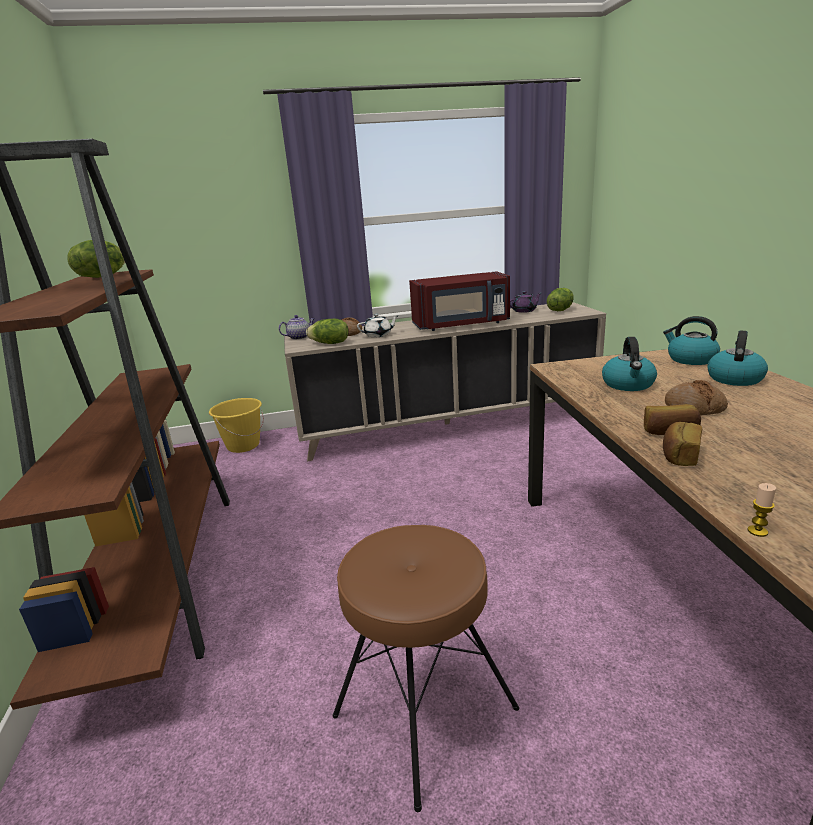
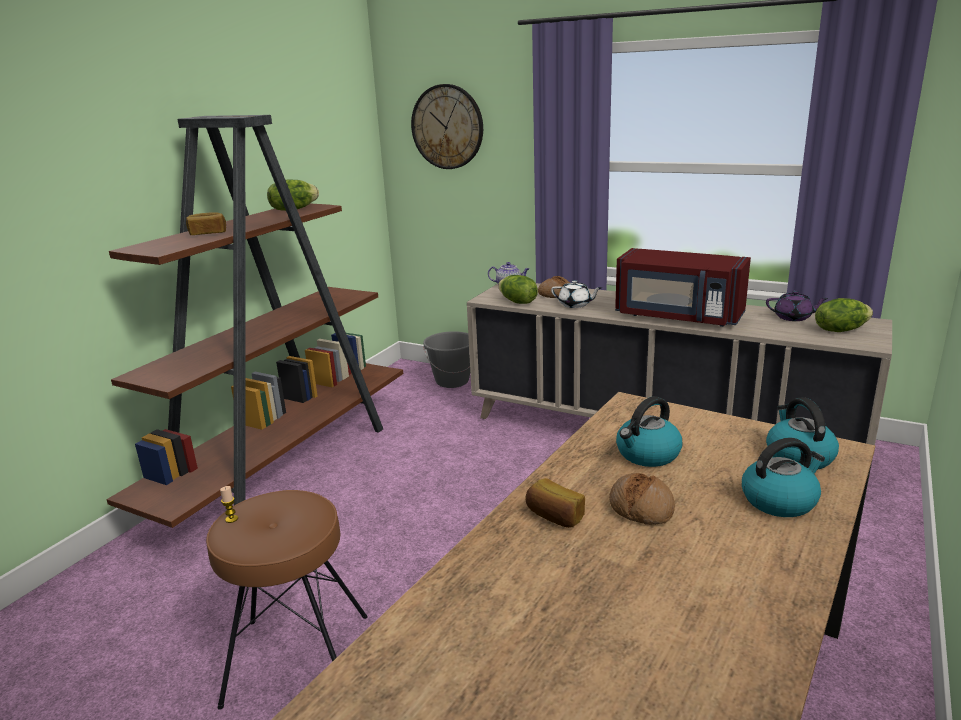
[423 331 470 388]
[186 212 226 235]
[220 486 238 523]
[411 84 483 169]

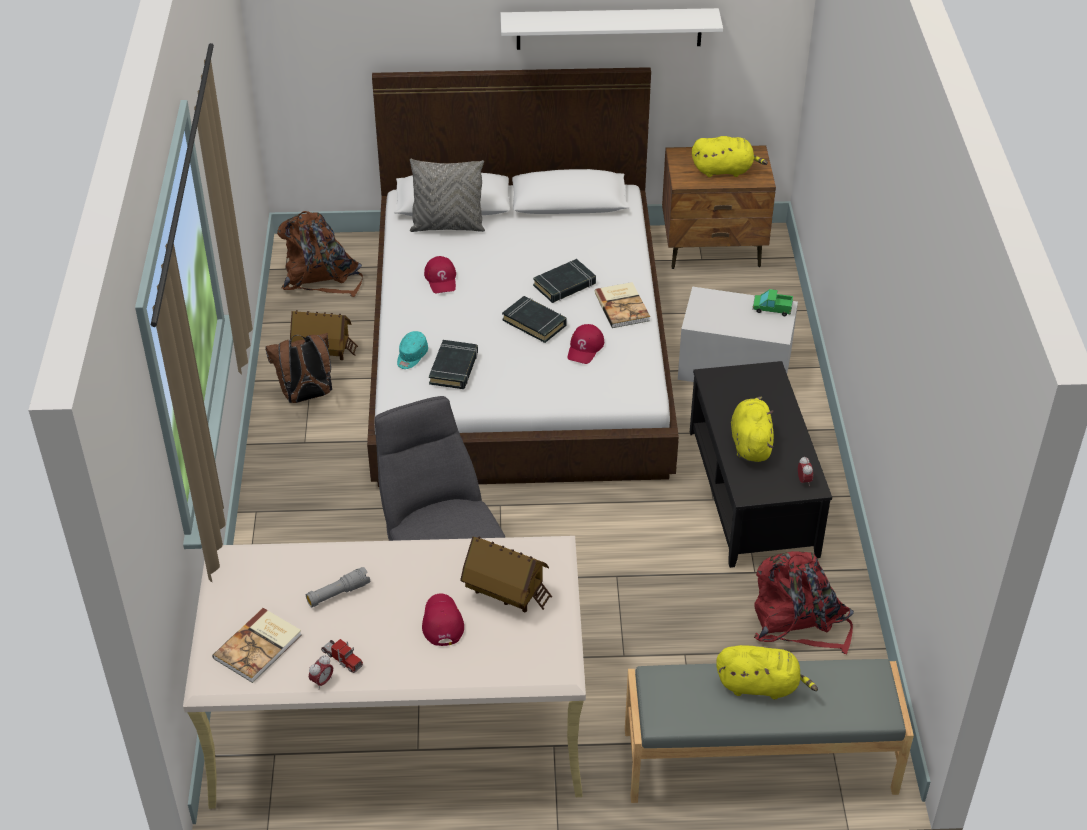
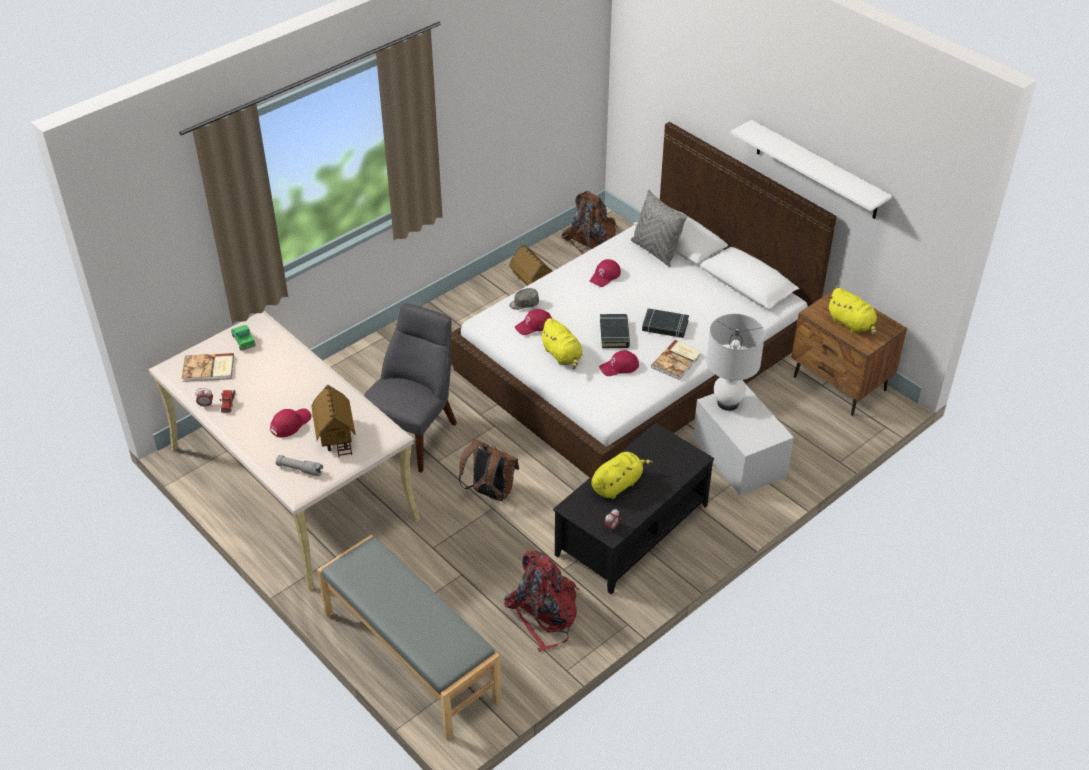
[459 439 519 501]
[276 455 323 476]
[509 288 539 310]
[515 309 552 335]
[539 318 583 369]
[231 325 256 351]
[706 314 765 411]

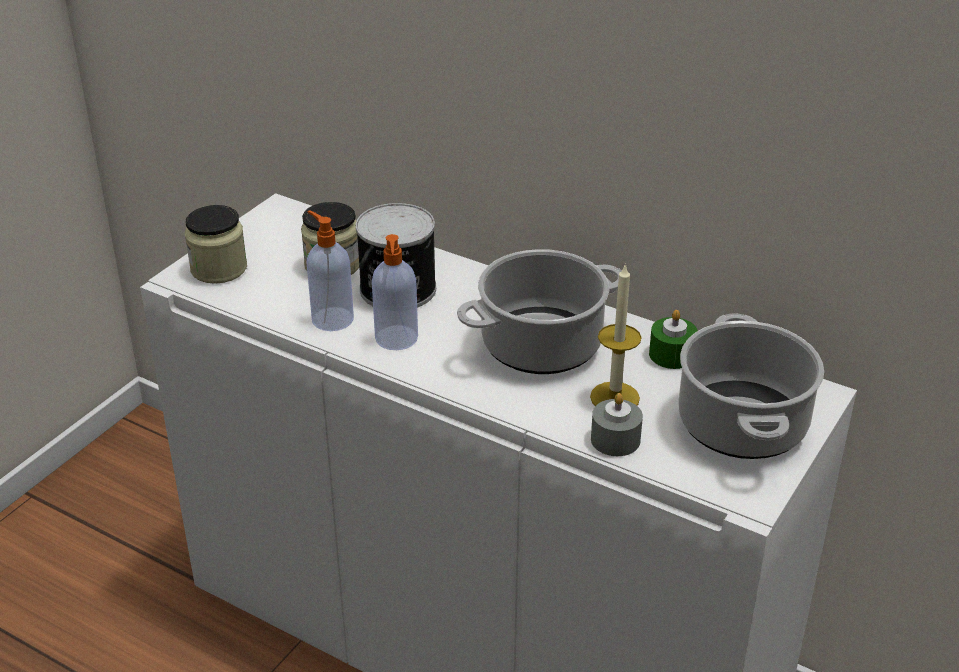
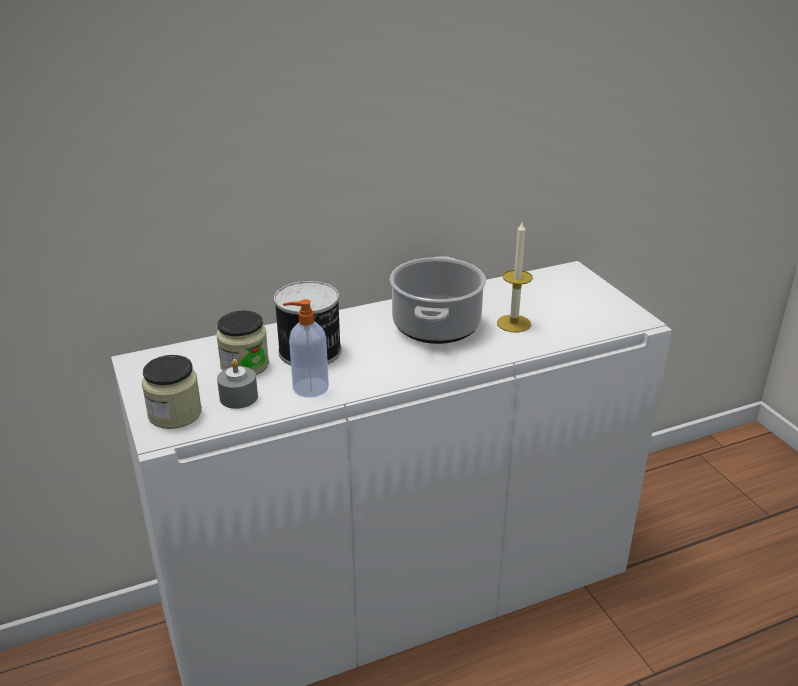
[372 234 418 350] (first image)
[217 359 258 409]
[649 310 698 369] (first image)
[678 313 824 459] (first image)

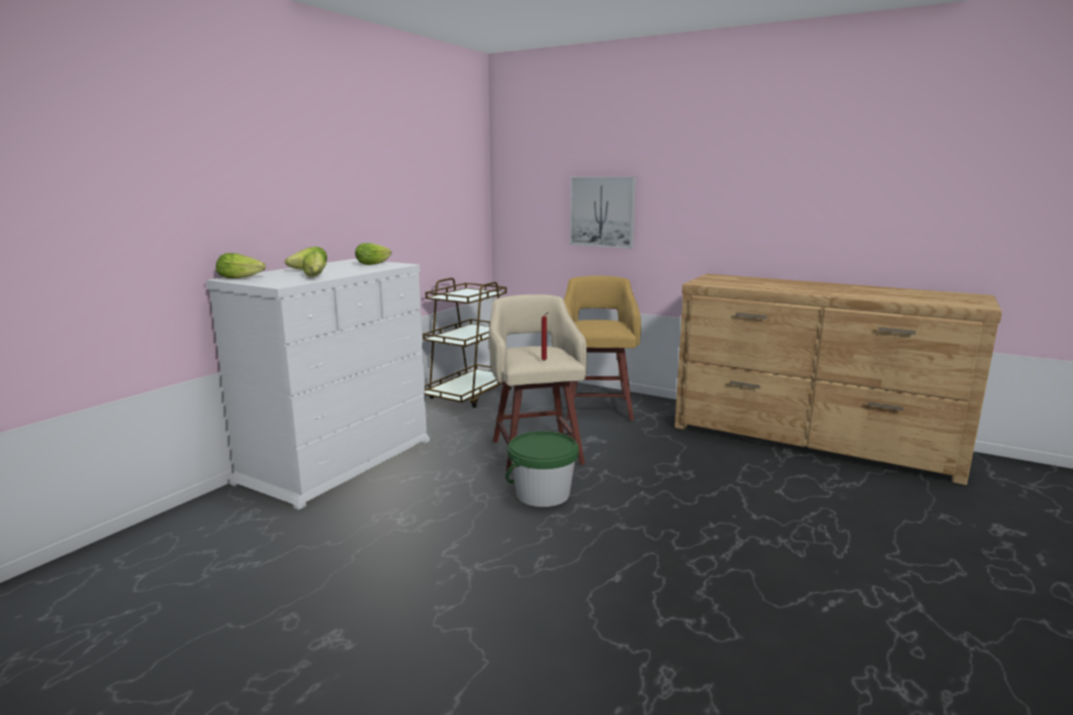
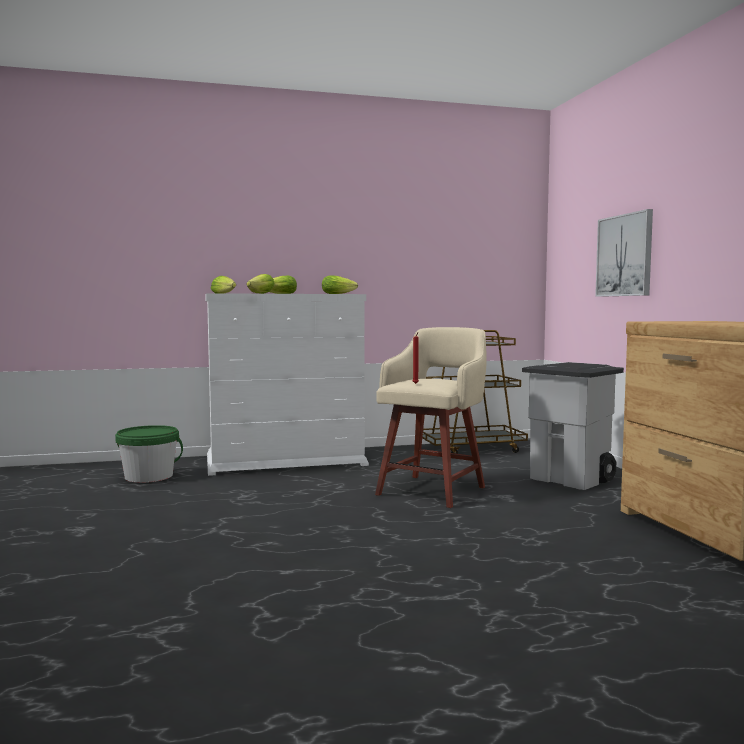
[115 425 183 483]
[522 362 624 490]

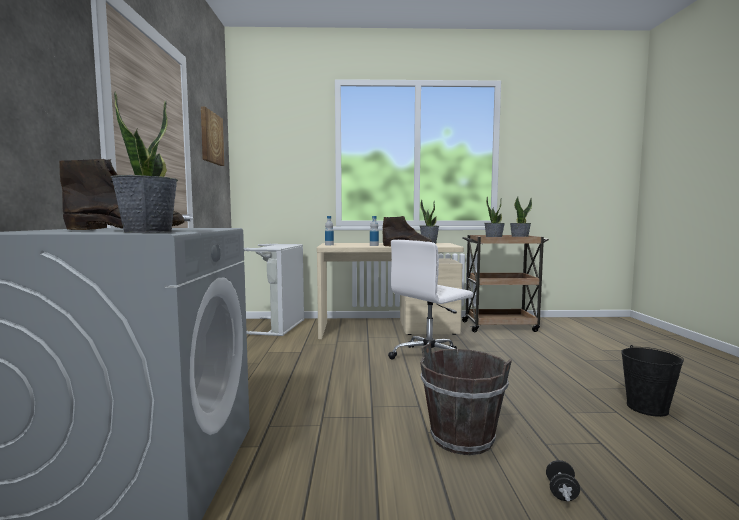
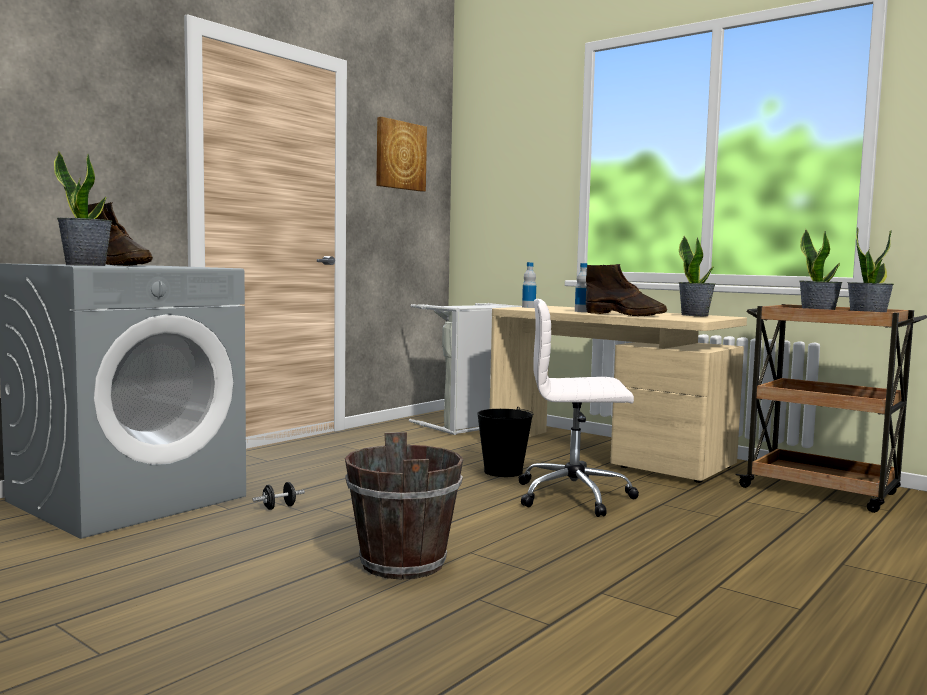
[252 482 305 510]
[477 407 534 477]

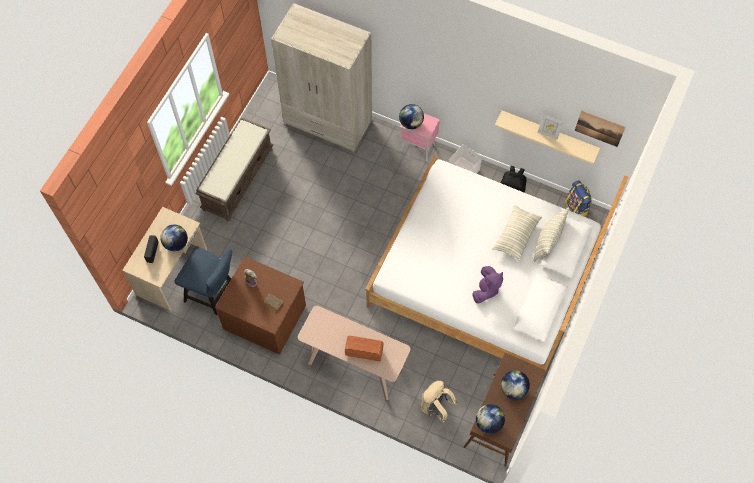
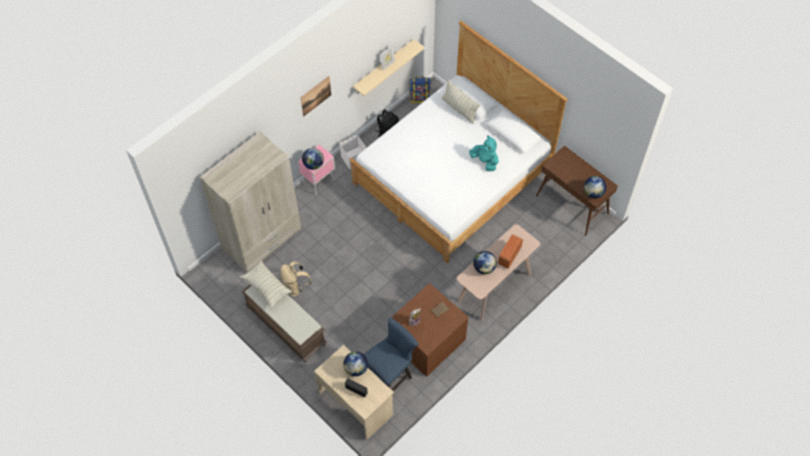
[280 261 312 297]
[469 135 499 171]
[241 261 292 309]
[473 251 497 274]
[301 76 331 117]

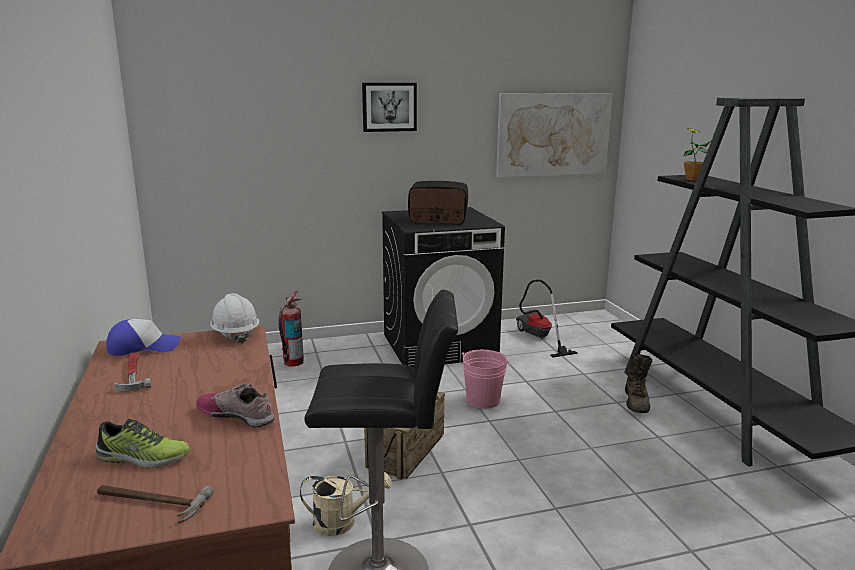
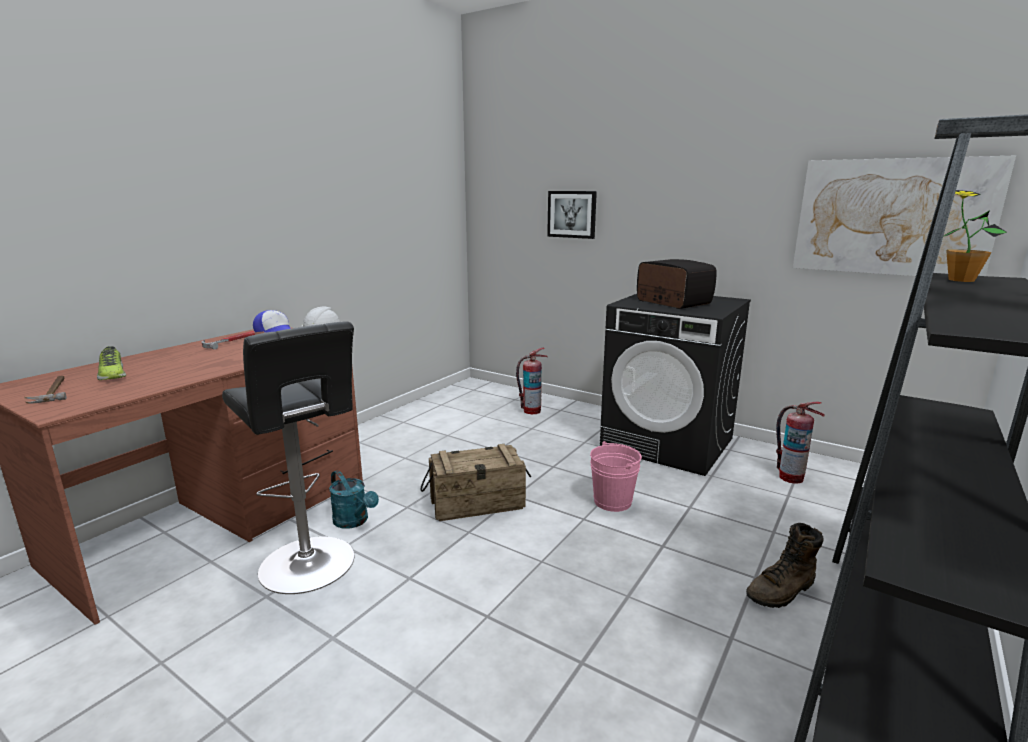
[196 384 274 428] (first image)
[329 470 379 529]
[547 191 597 239]
[776 402 825 484]

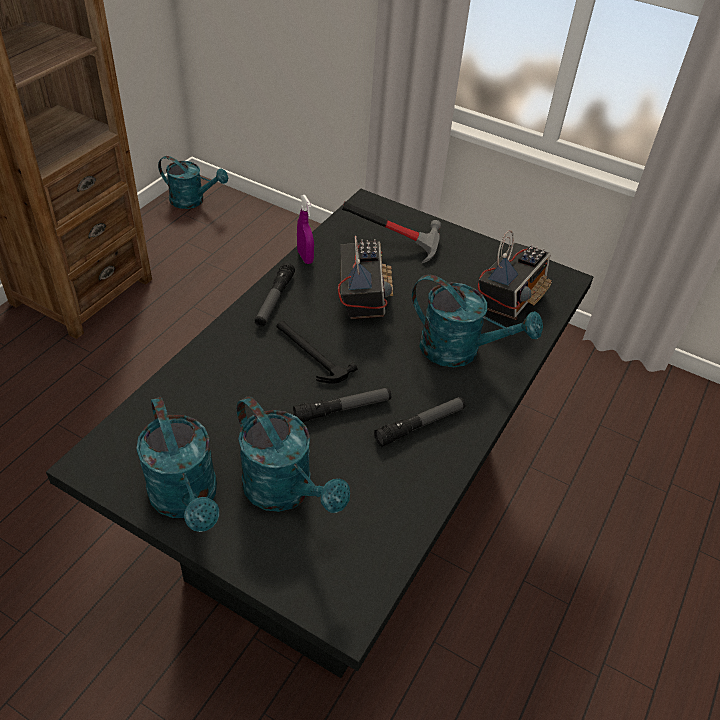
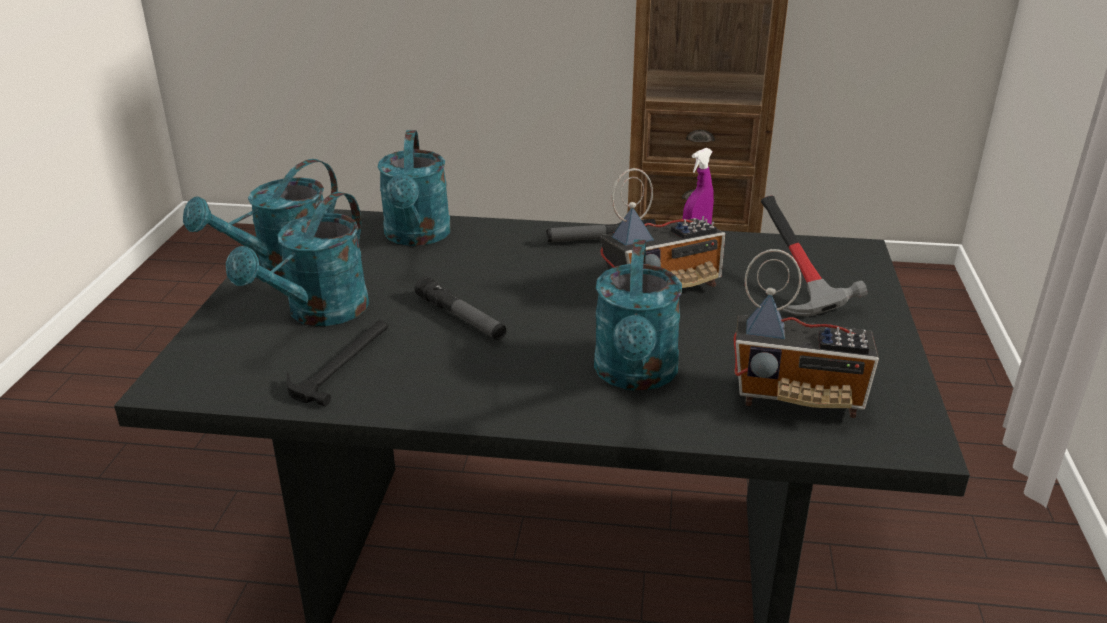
[377 130 451 246]
[287 320 388 406]
[374 397 465 447] (first image)

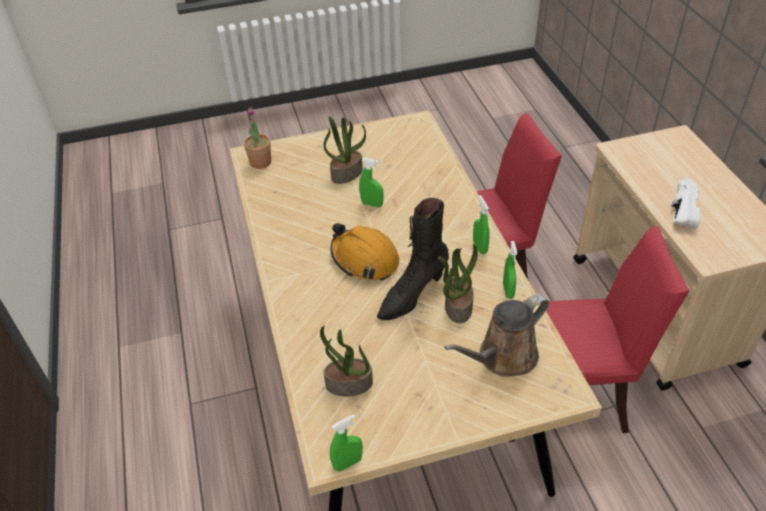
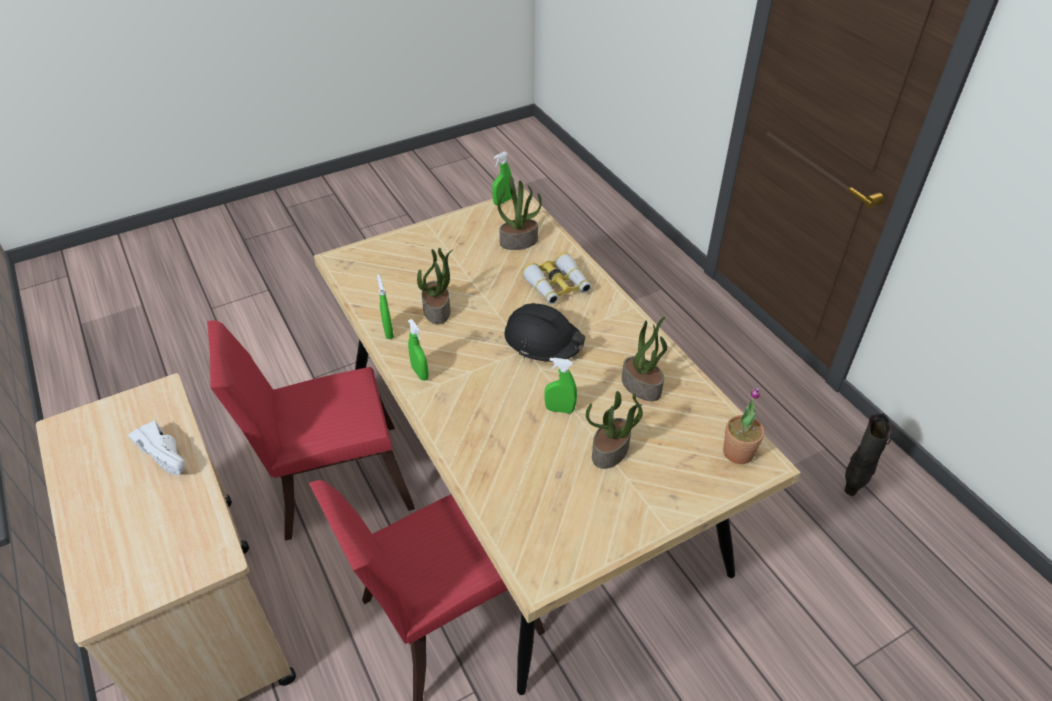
[504 303 586 362]
[845 413 892 496]
[444 294 549 377] (first image)
[128 420 185 475]
[522 252 592 304]
[622 317 667 401]

